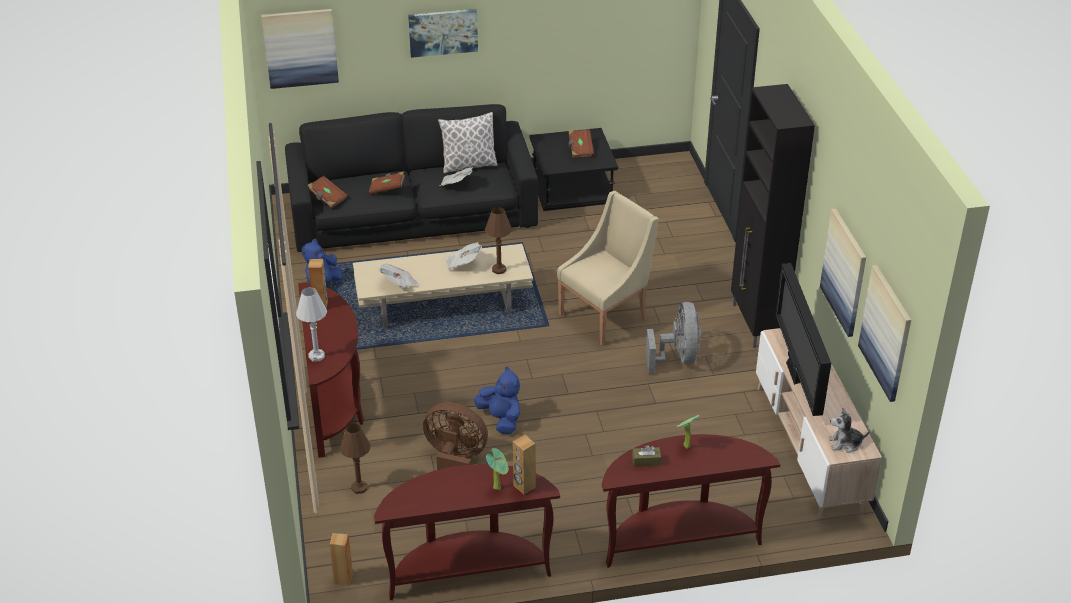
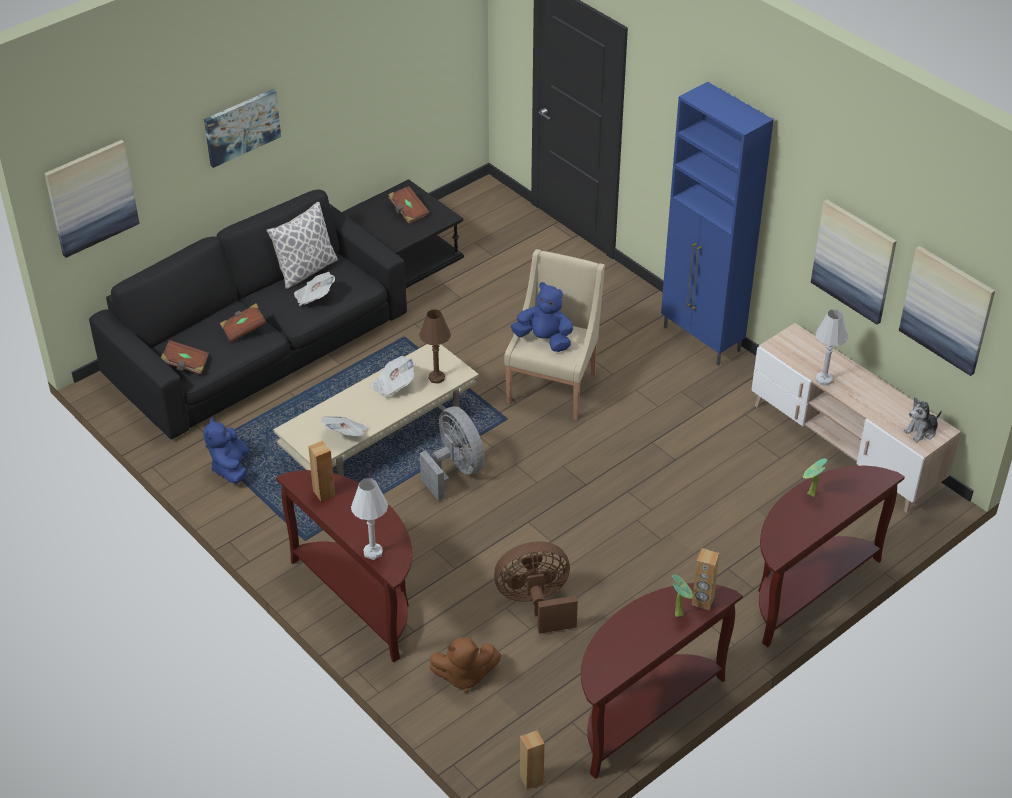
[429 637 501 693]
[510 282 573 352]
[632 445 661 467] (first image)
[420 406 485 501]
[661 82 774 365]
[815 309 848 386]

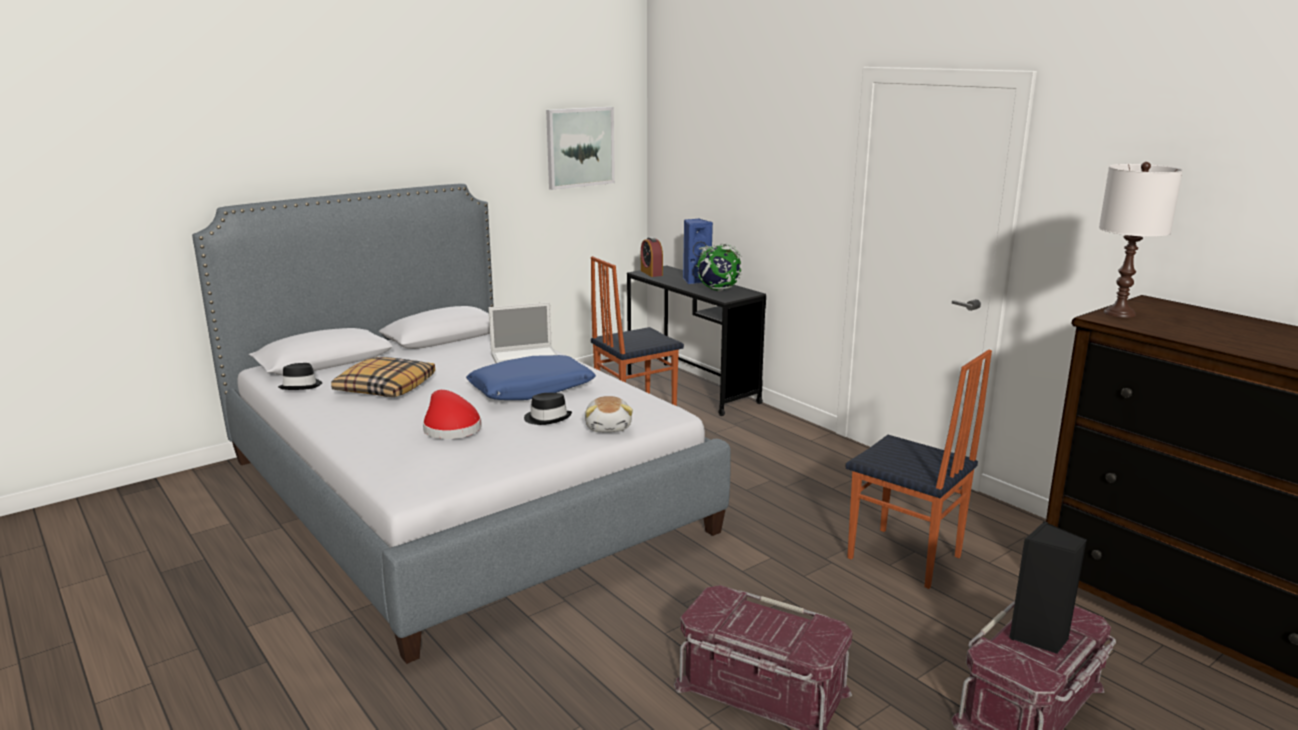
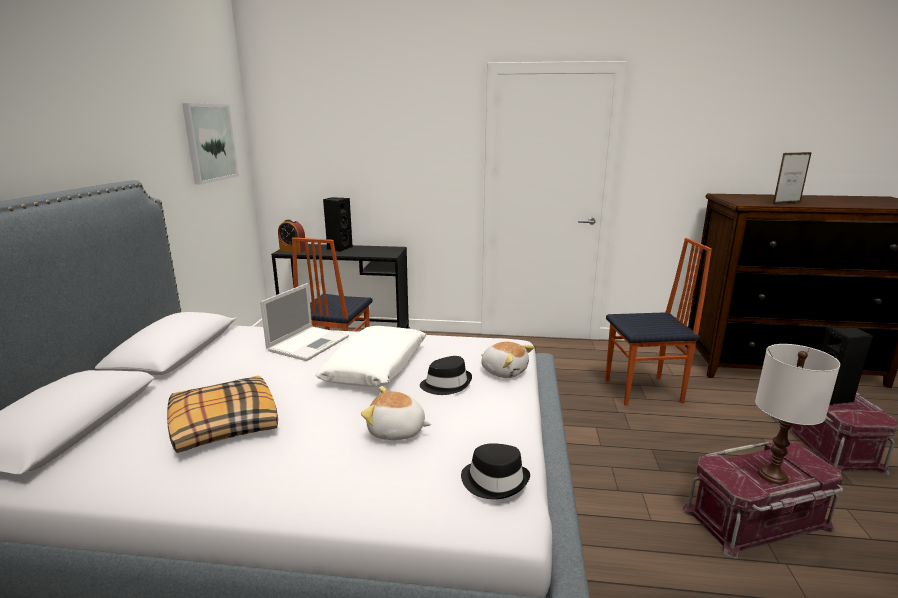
[461 443 530 499]
[361 387 432 440]
[315 326 426 387]
[323 197 353 252]
[695 243 742 291] (first image)
[755 344 840 484]
[773 152 812 204]

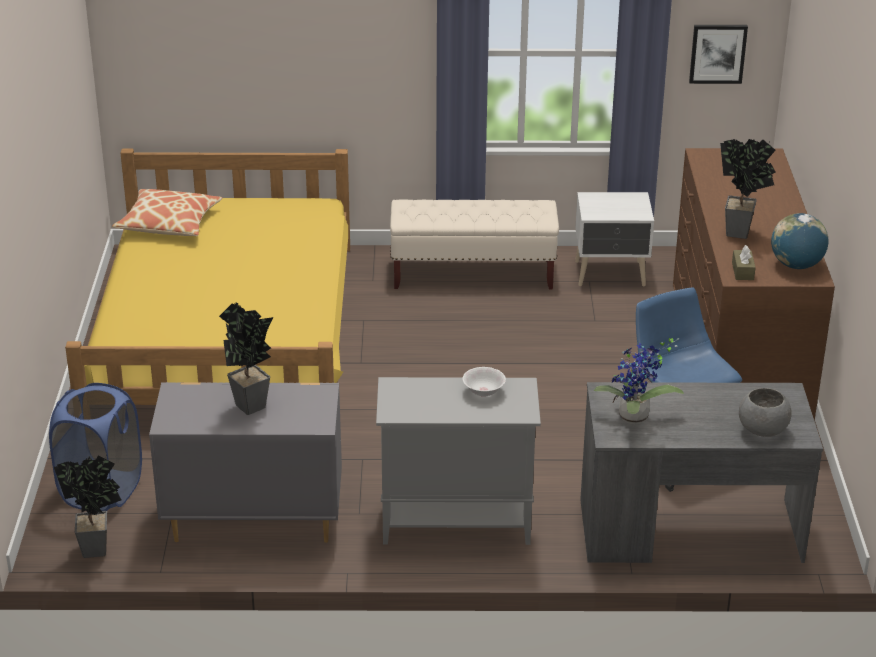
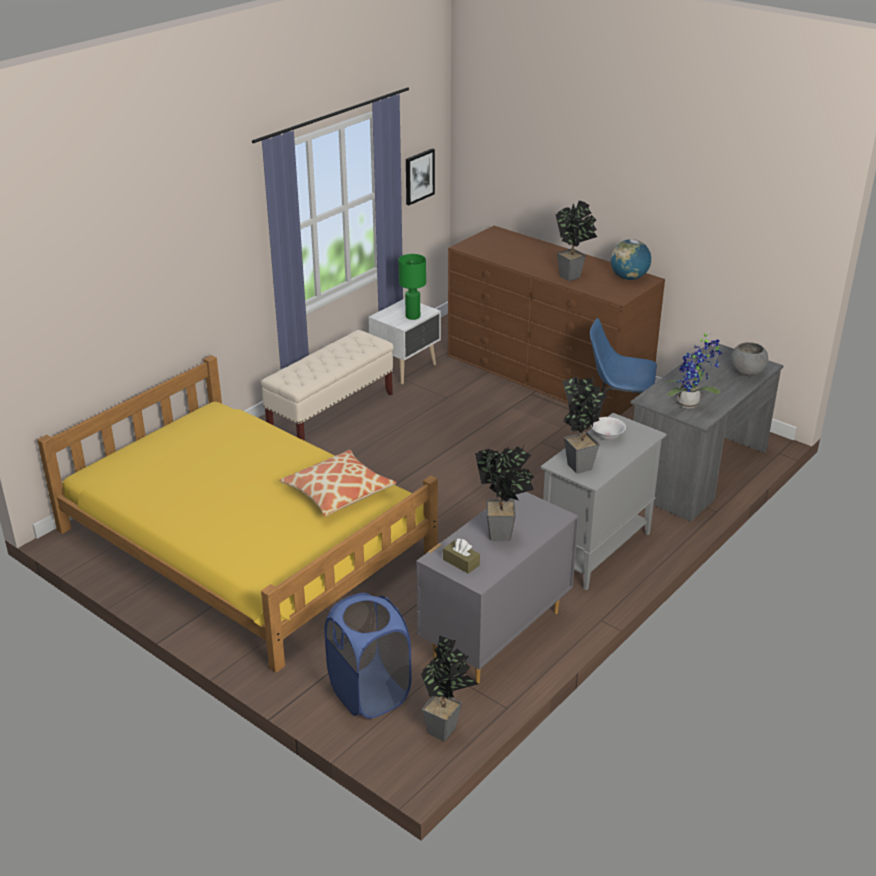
[280 450 397 516]
[443 539 480 574]
[399 254 426 320]
[563 377 607 474]

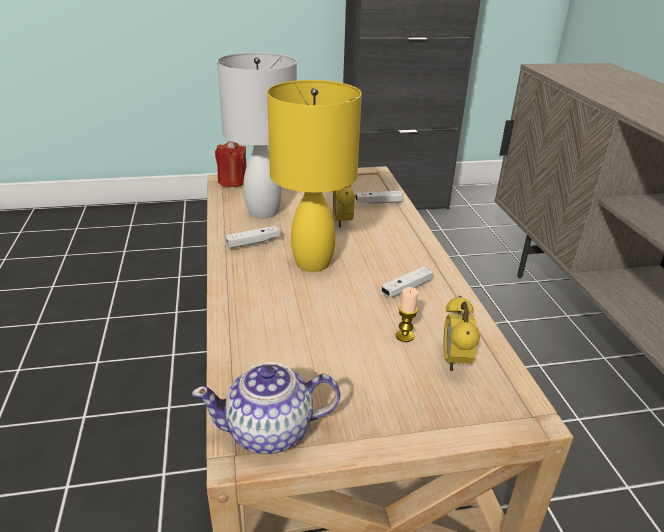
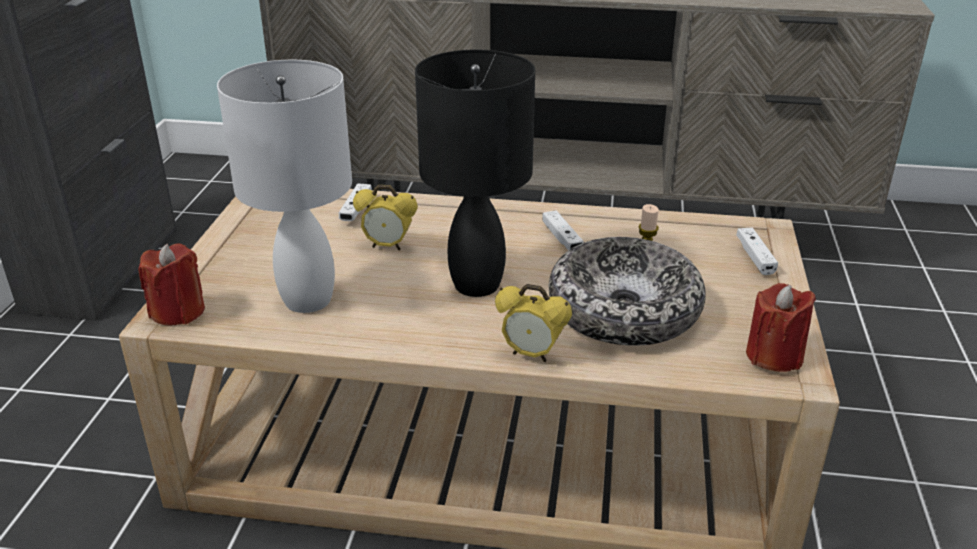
[746 283 816 372]
[736 228 778 275]
[415 50 535 297]
[495 284 572 362]
[549 237 706 346]

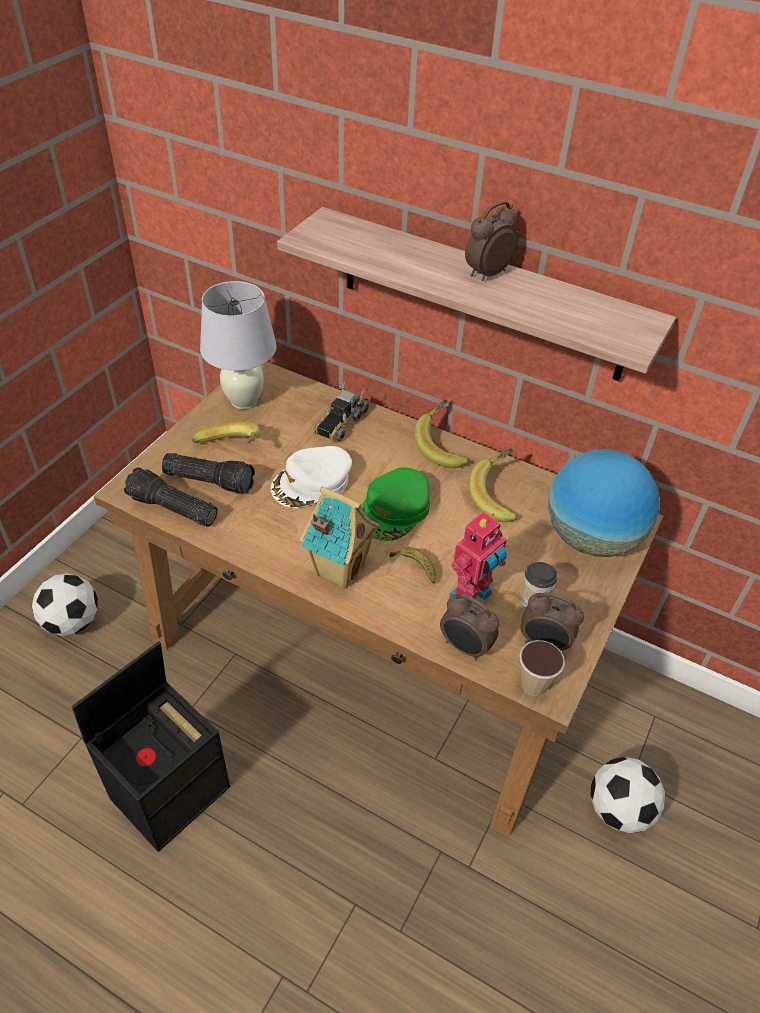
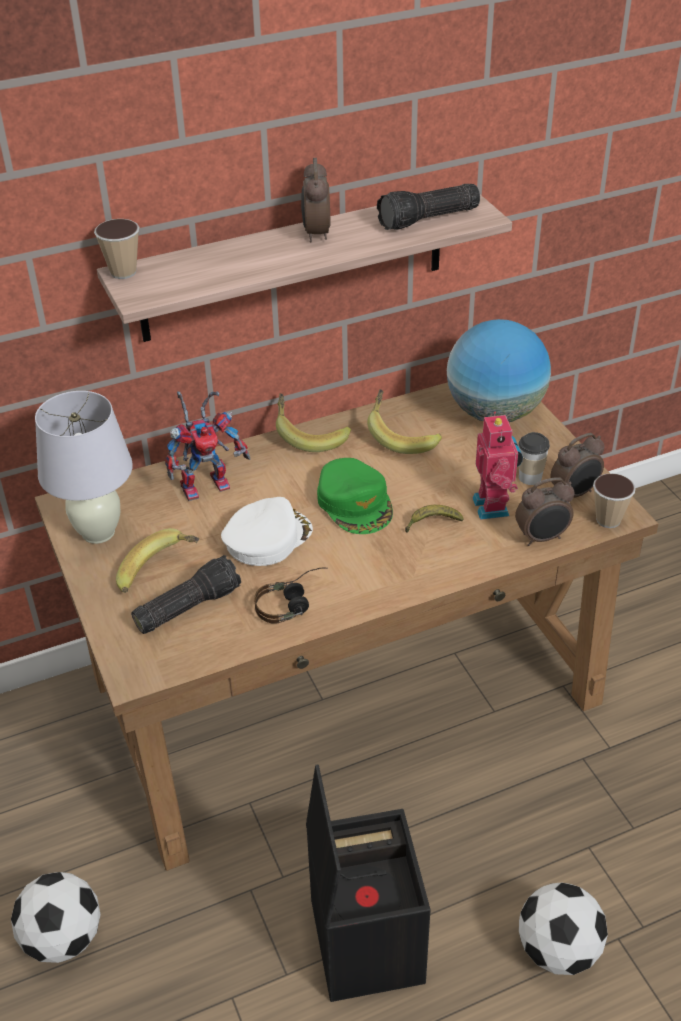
[377 184 480 230]
[221 497 313 566]
[300 486 380 589] (first image)
[165 391 250 501]
[519 883 608 975]
[94 219 139 279]
[254 567 328 624]

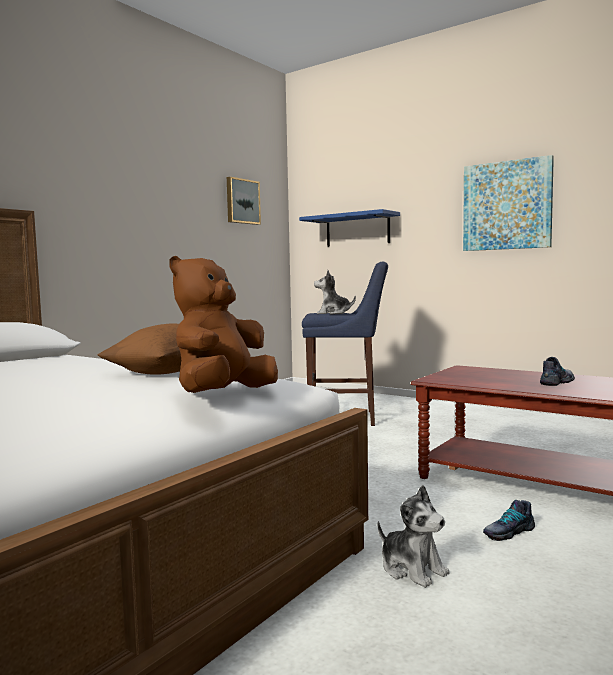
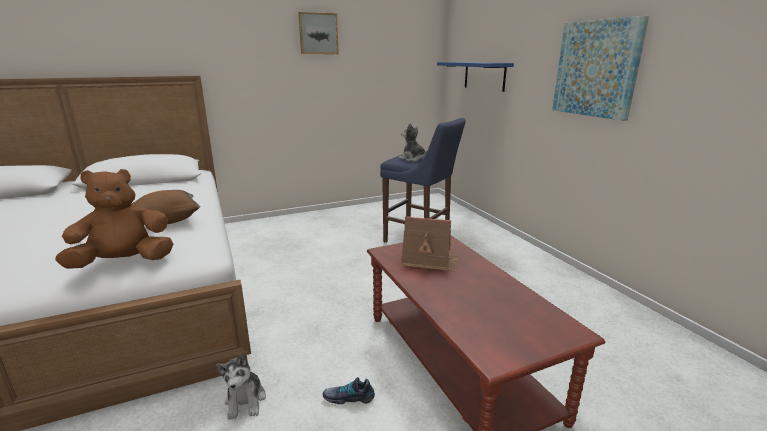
[298 12 339 54]
[540 357 575 386] (first image)
[401 216 458 272]

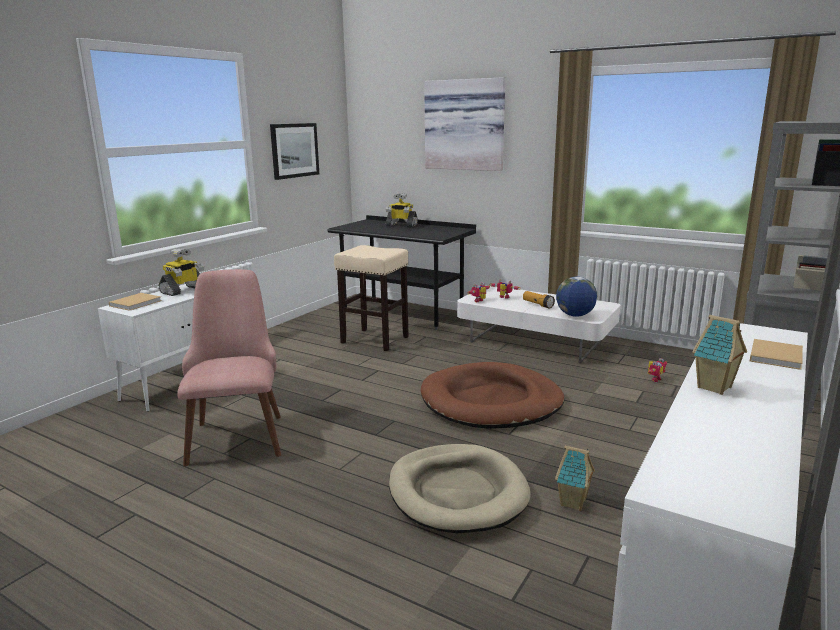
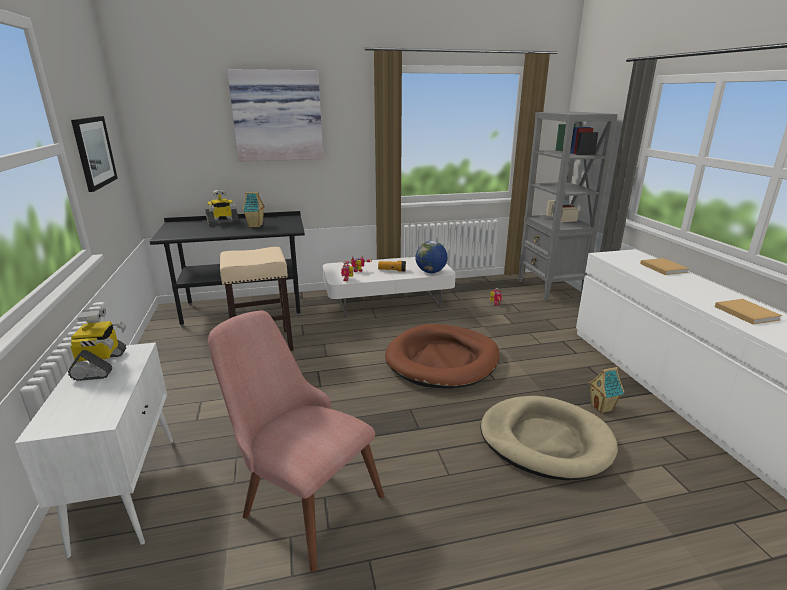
[715 299 782 324]
[242 192 265 227]

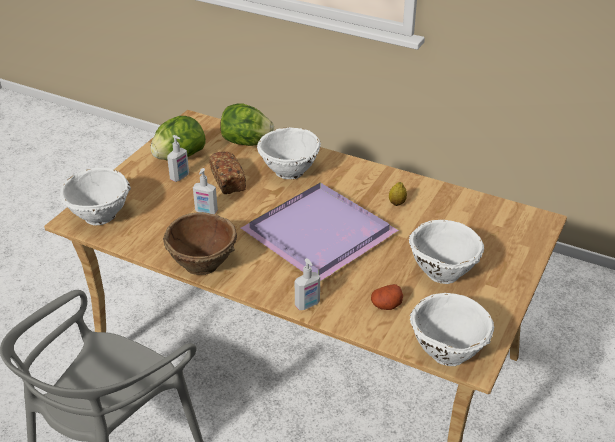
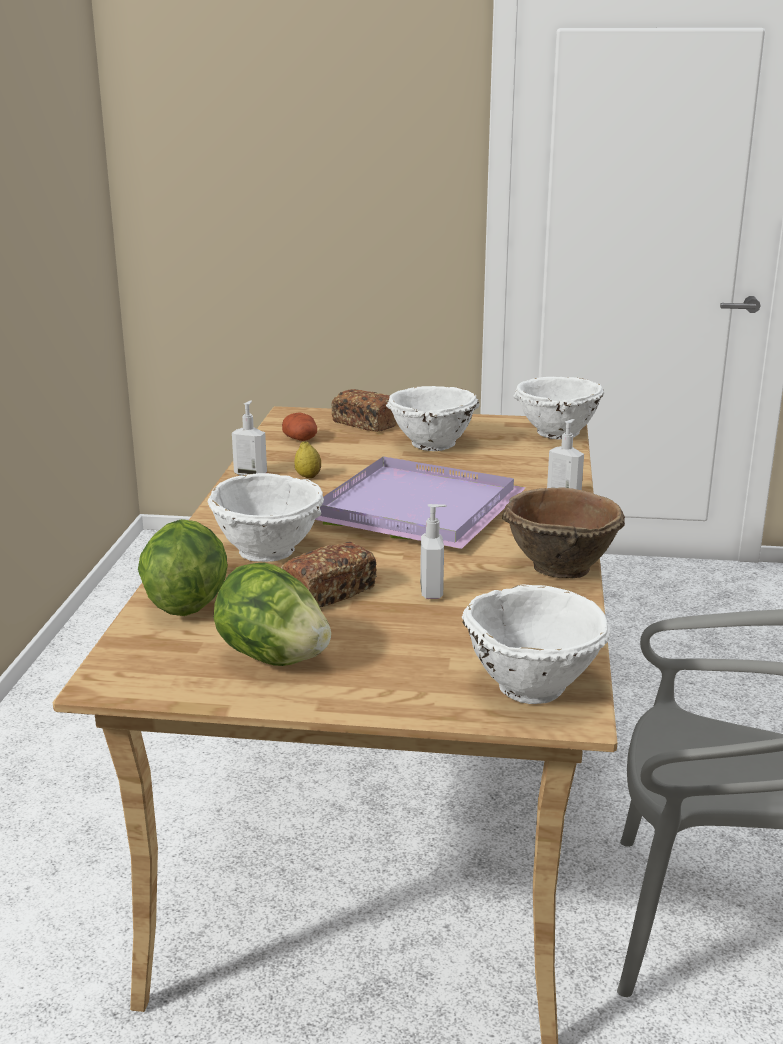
[232 400 267 476]
[282 412 317 441]
[331 389 397 432]

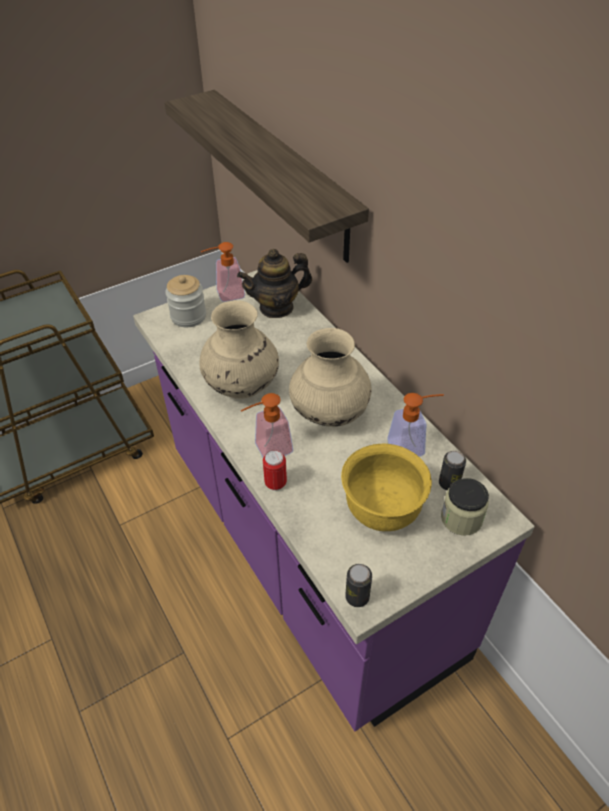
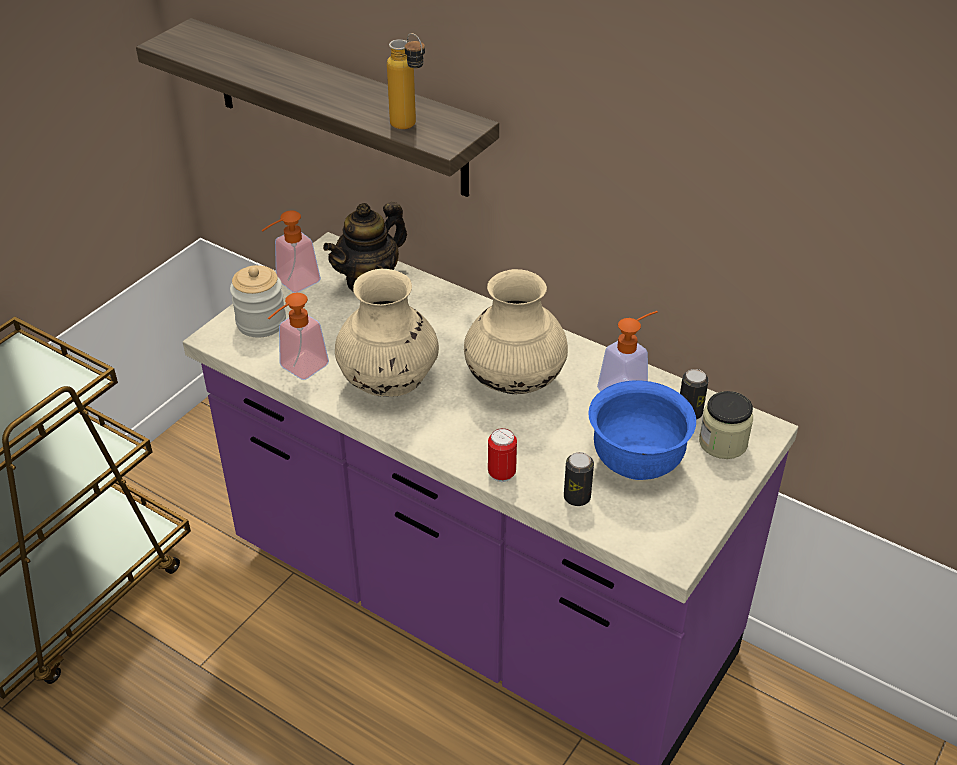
[268 293 329 380]
[588 380 696 480]
[564 452 594 506]
[387 33 425 129]

